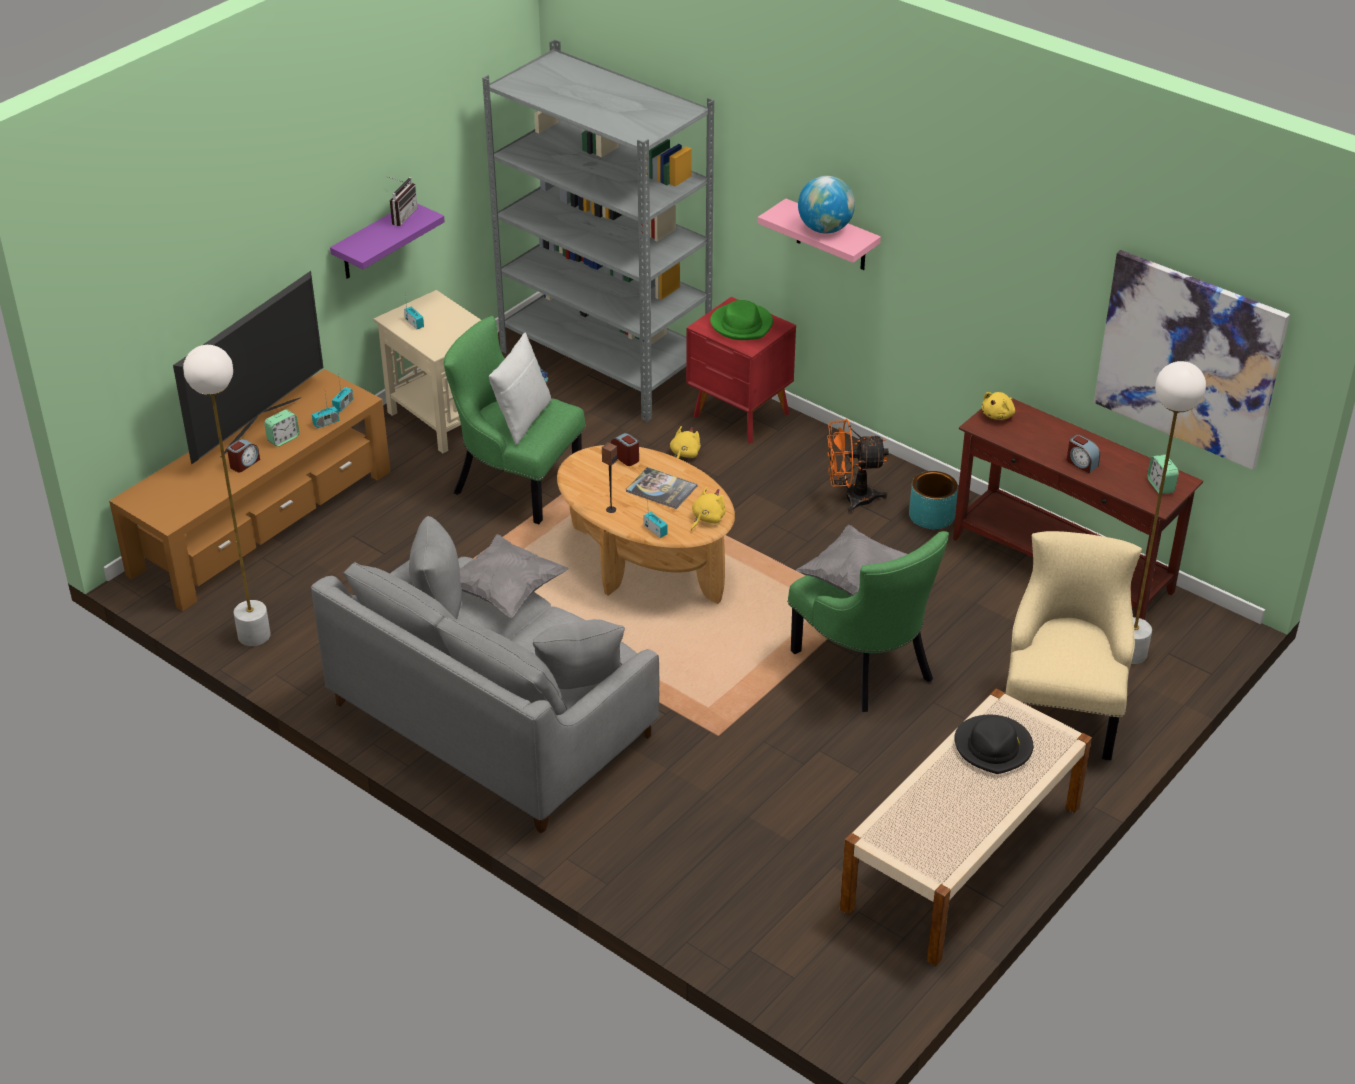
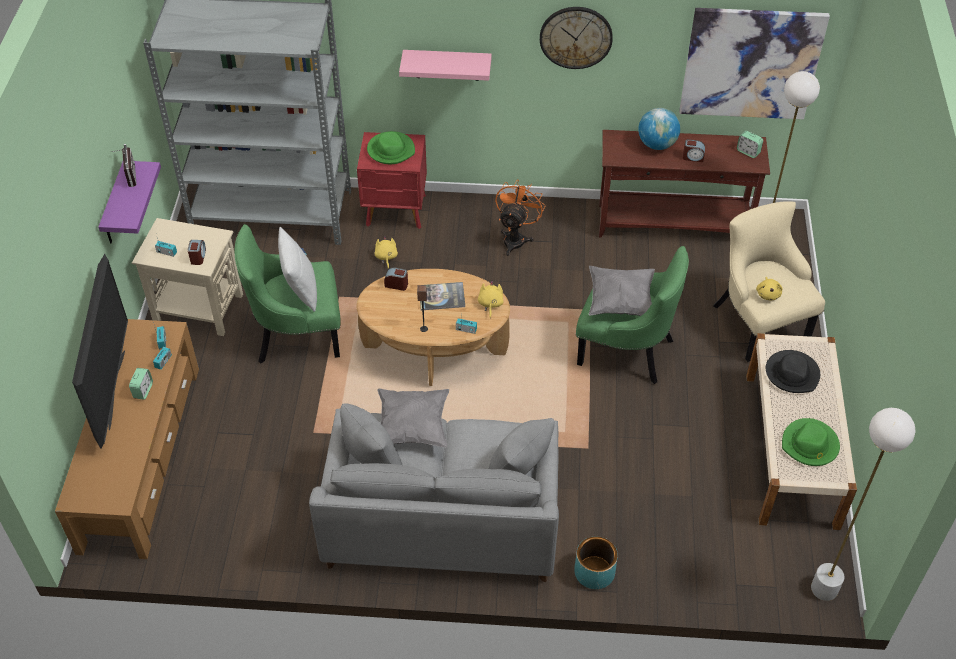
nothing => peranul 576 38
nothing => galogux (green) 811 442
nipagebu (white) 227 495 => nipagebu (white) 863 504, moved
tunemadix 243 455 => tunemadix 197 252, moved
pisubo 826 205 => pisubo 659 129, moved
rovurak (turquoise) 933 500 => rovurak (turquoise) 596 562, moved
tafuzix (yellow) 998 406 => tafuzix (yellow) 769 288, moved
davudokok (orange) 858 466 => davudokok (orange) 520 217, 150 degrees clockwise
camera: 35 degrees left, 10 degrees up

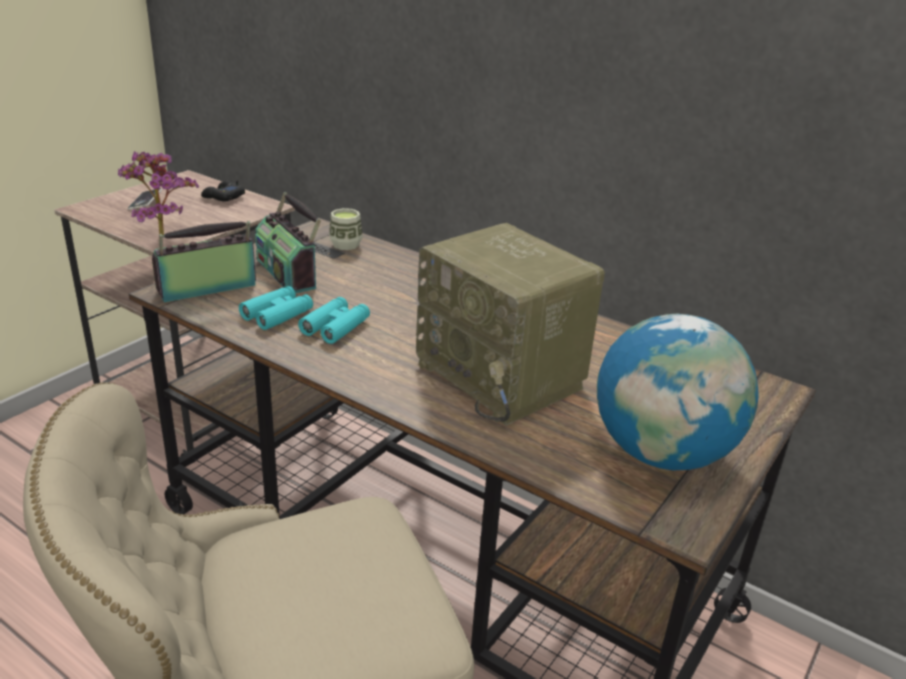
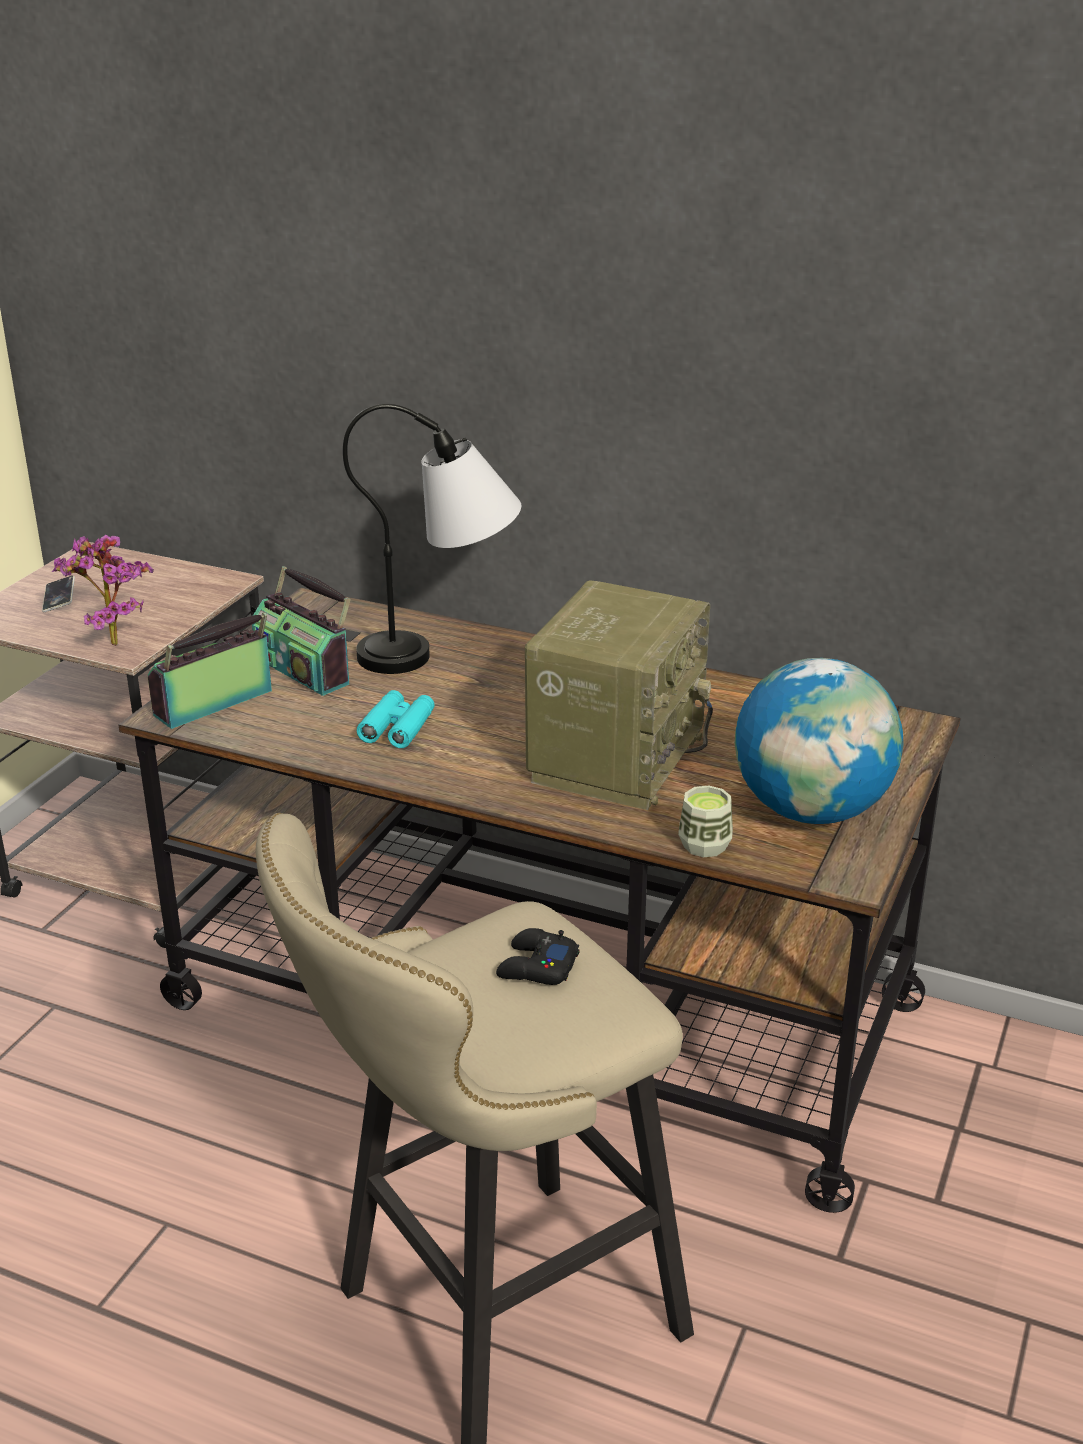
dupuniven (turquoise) 276 308 => nothing
nothing => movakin 432 539
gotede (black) 223 191 => gotede (black) 538 956, moved
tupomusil 346 229 => tupomusil 705 821, moved
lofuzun 510 324 => lofuzun 619 695, 105 degrees counterclockwise
camera: 10 degrees left, 0 degrees up

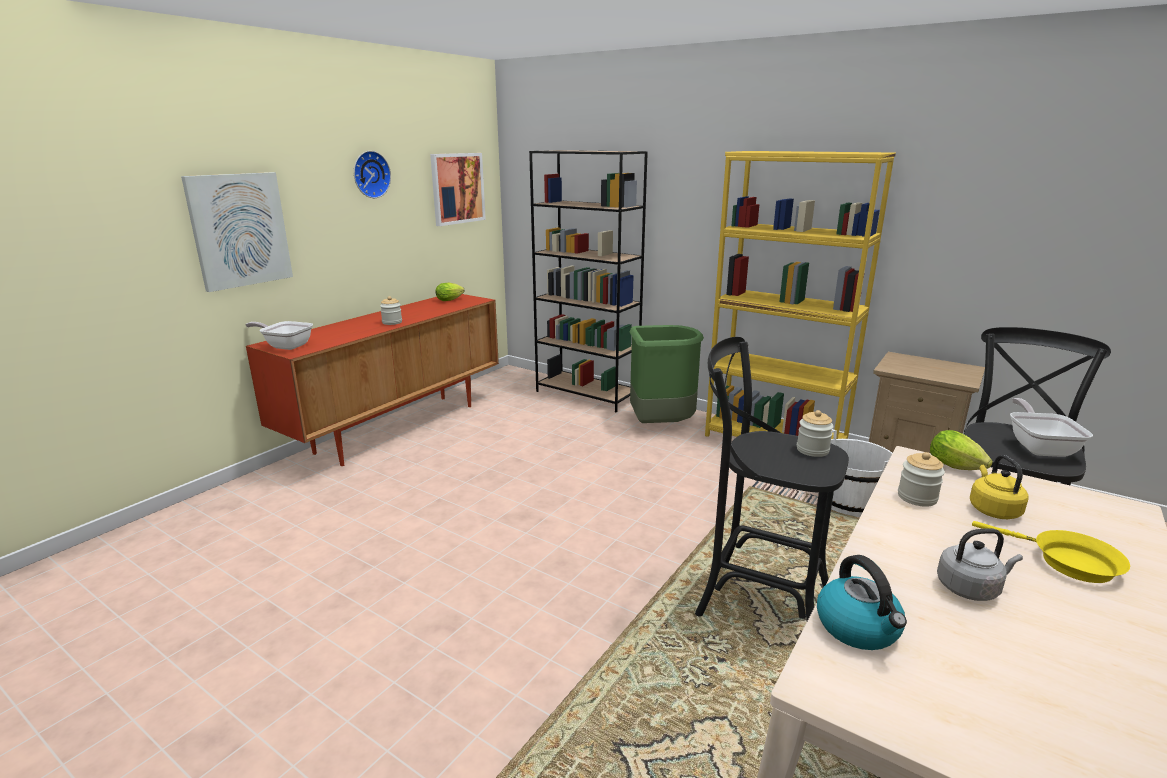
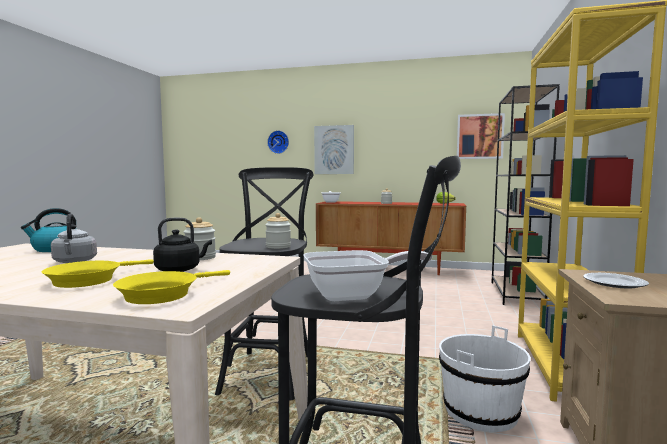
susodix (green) 667 374 => nothing
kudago 961 450 => nothing
nothing => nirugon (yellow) 171 287
nothing => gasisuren 616 280
peranul 372 174 => peranul 278 142, moved
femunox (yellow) 999 487 => femunox (black) 182 245
camera: 70 degrees right, 15 degrees down

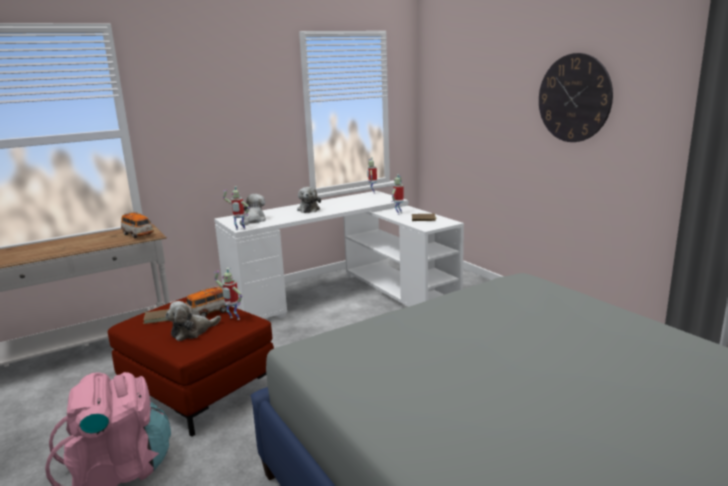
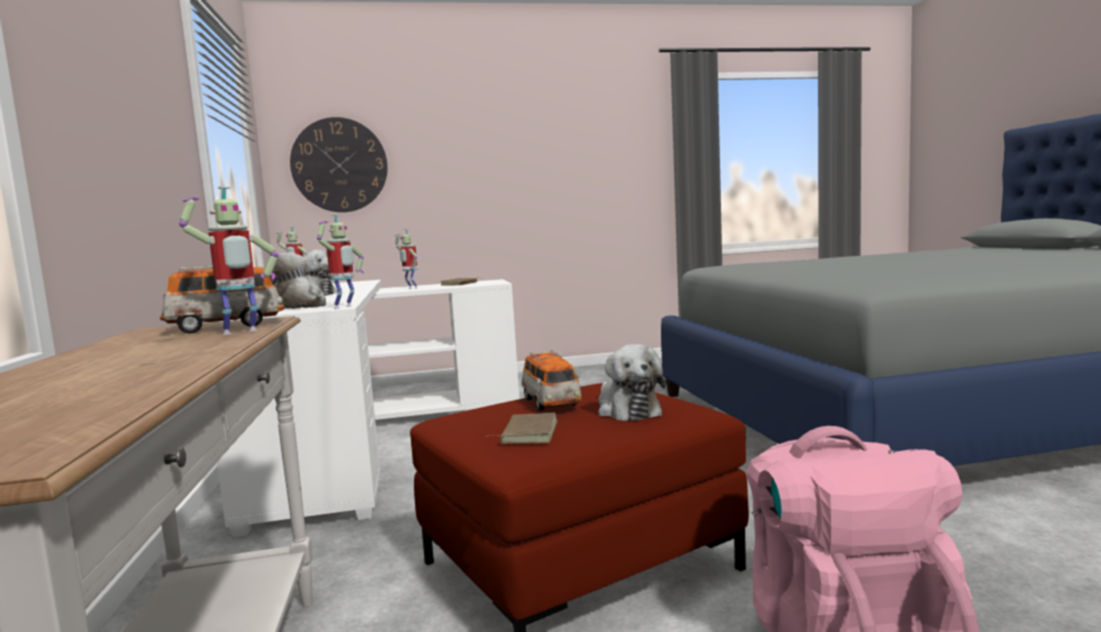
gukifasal 228 294 => gukifasal 228 261, moved
peranul 576 97 => peranul 338 164, moved
camera: 70 degrees left, 10 degrees down

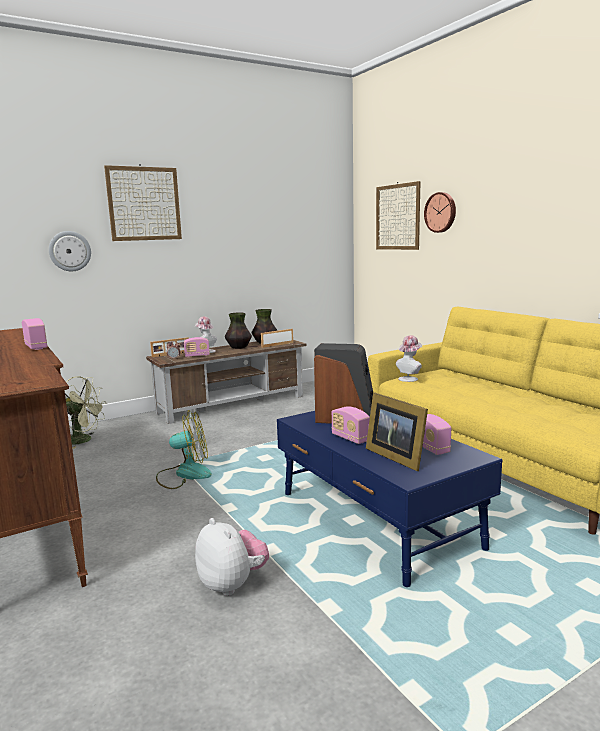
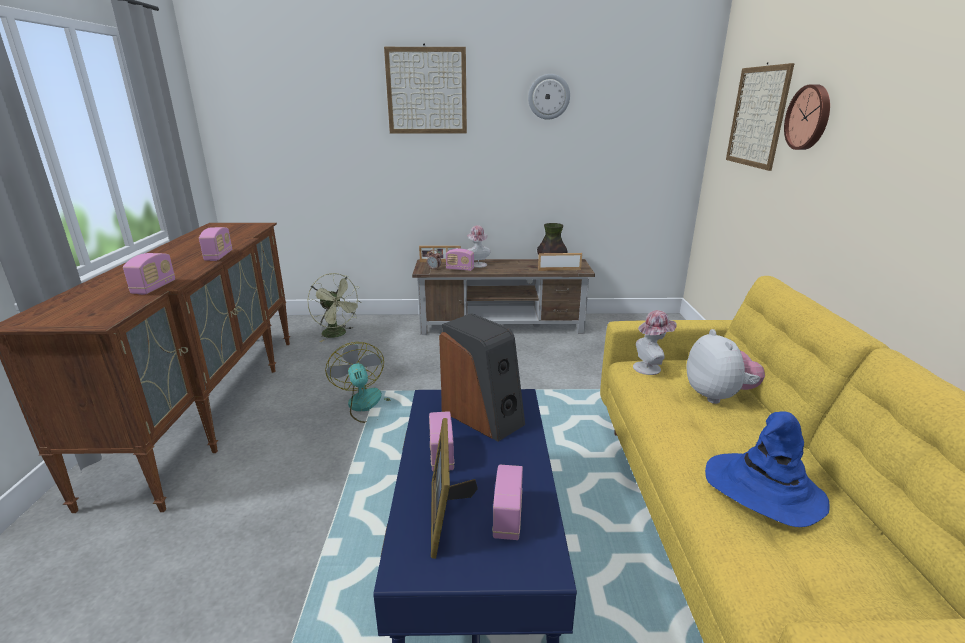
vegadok 238 330 => nothing
nothing => lofuzun 149 274
nothing => galogux (blue) 767 469
peranul 70 251 => peranul 549 97, moved
tafuzix 232 557 => tafuzix 725 366, moved
davudokok 184 449 => davudokok 358 382, 135 degrees counterclockwise
camera: 30 degrees right, 10 degrees up

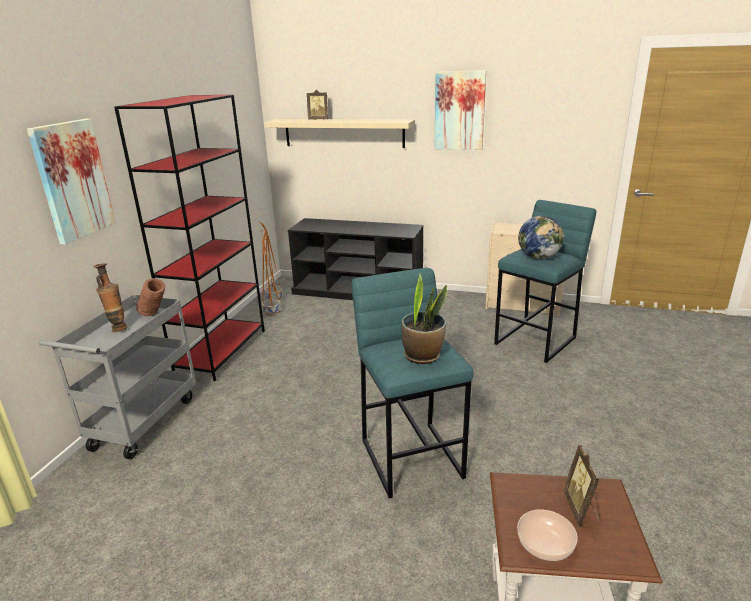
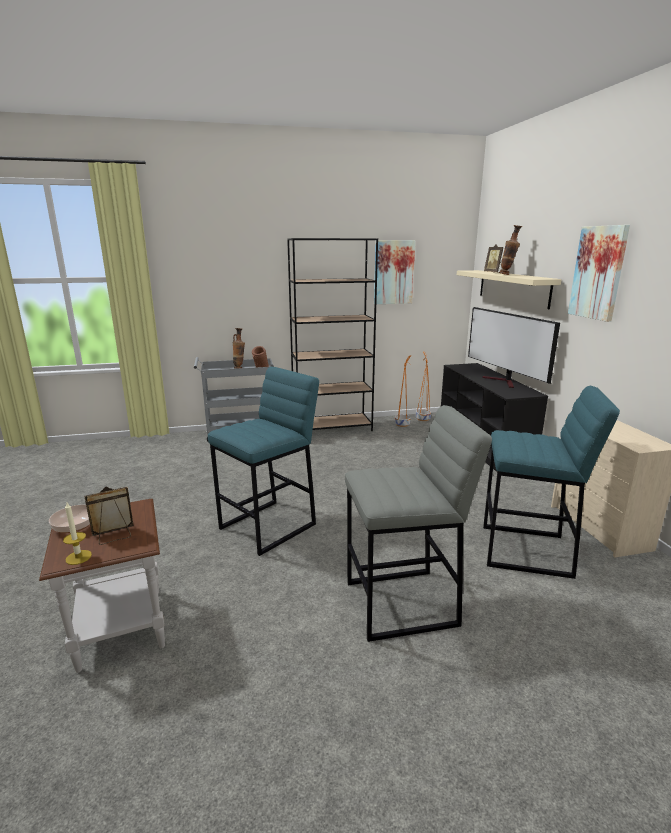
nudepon 424 319 => nothing
pisubo 541 237 => nothing
nothing => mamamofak 77 534
nothing => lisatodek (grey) 418 523
nothing => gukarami 514 347
nothing => vegadok 510 250
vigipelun 71 182 => vigipelun 394 272, moved
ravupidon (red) 189 238 => ravupidon (beige) 332 334
camera: 60 degrees right, 5 degrees down

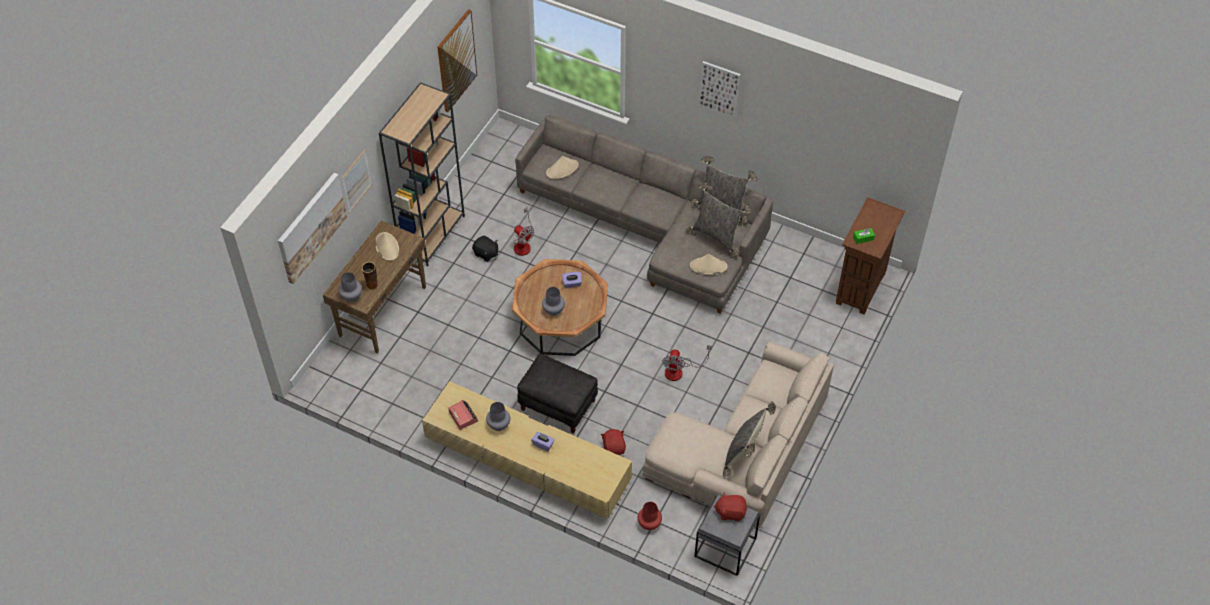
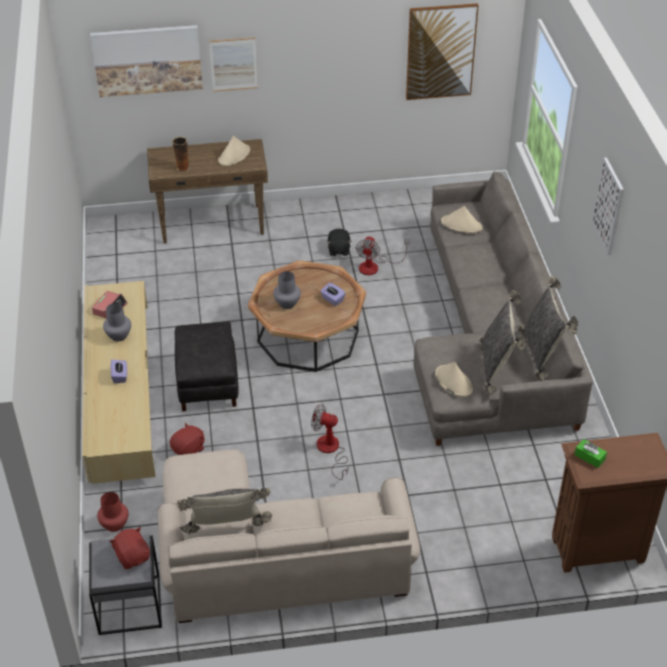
vegadok (grey) 350 287 => nothing
ravupidon 422 174 => nothing
davudokok 687 363 => davudokok 329 442, 45 degrees clockwise
camera: 55 degrees right, 10 degrees down

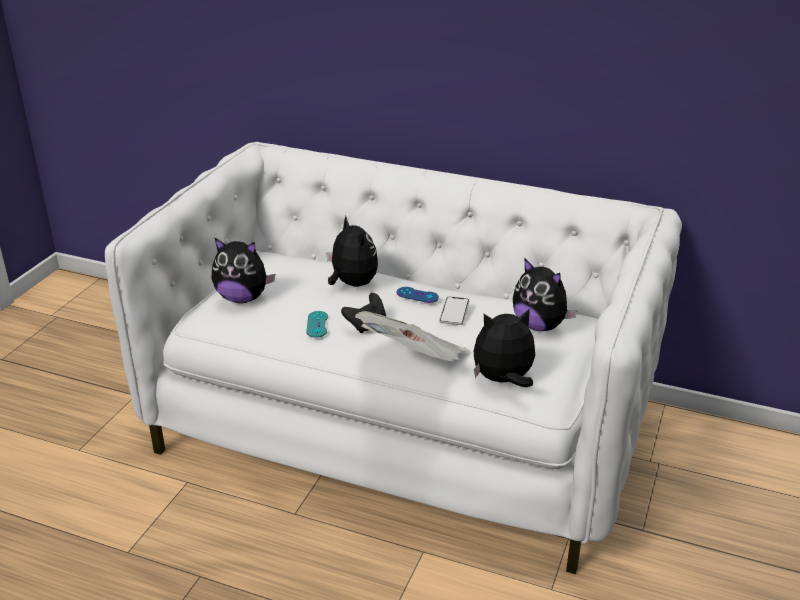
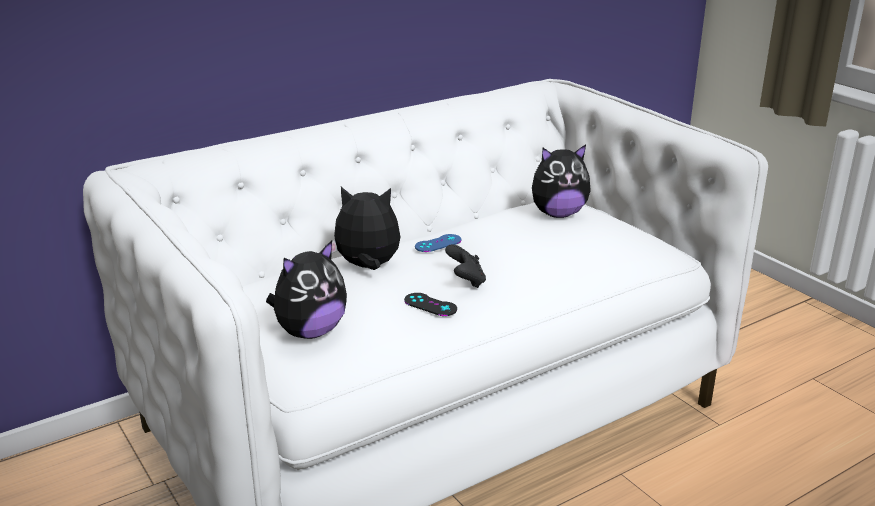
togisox 412 336 => nothing
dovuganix 454 311 => nothing
tafuzix 504 347 => nothing
gotede (turquoise) 317 324 => gotede (black) 430 304
camera: 55 degrees left, 5 degrees down

